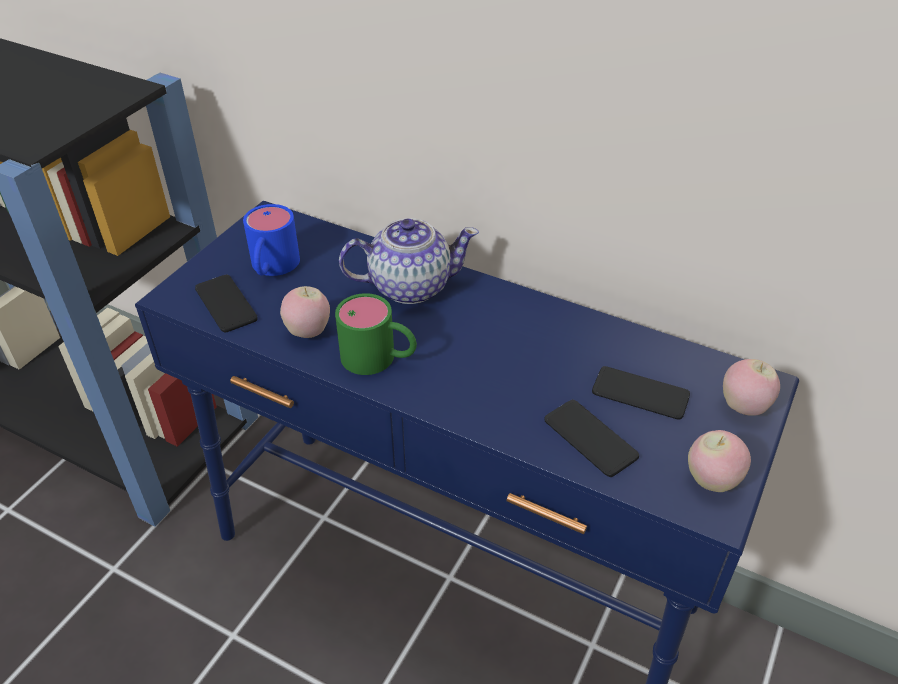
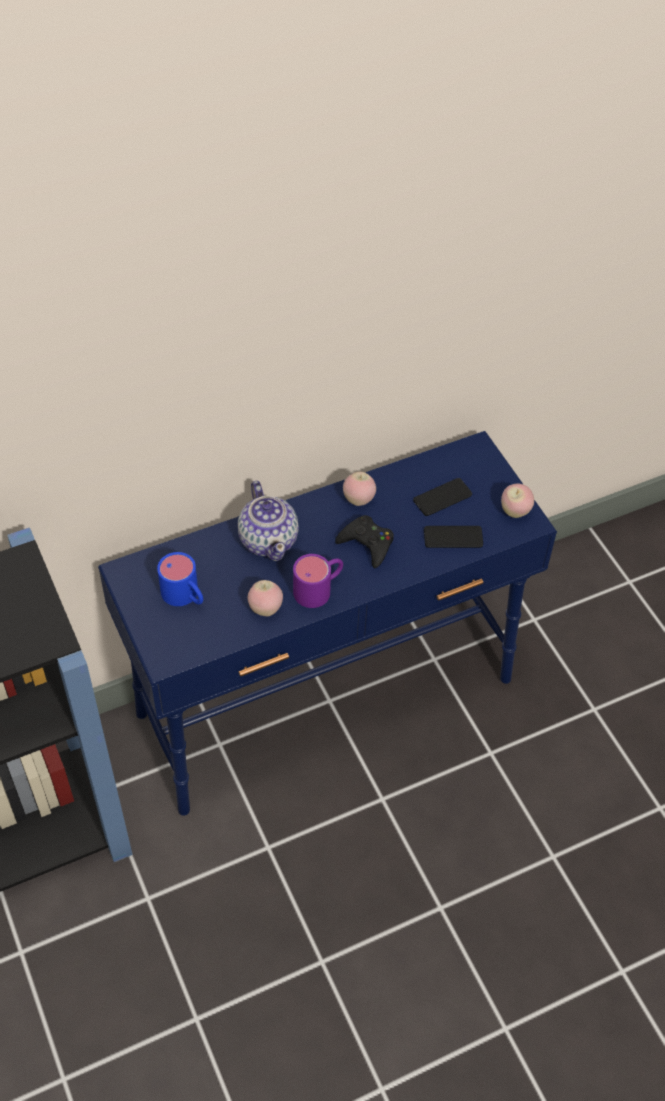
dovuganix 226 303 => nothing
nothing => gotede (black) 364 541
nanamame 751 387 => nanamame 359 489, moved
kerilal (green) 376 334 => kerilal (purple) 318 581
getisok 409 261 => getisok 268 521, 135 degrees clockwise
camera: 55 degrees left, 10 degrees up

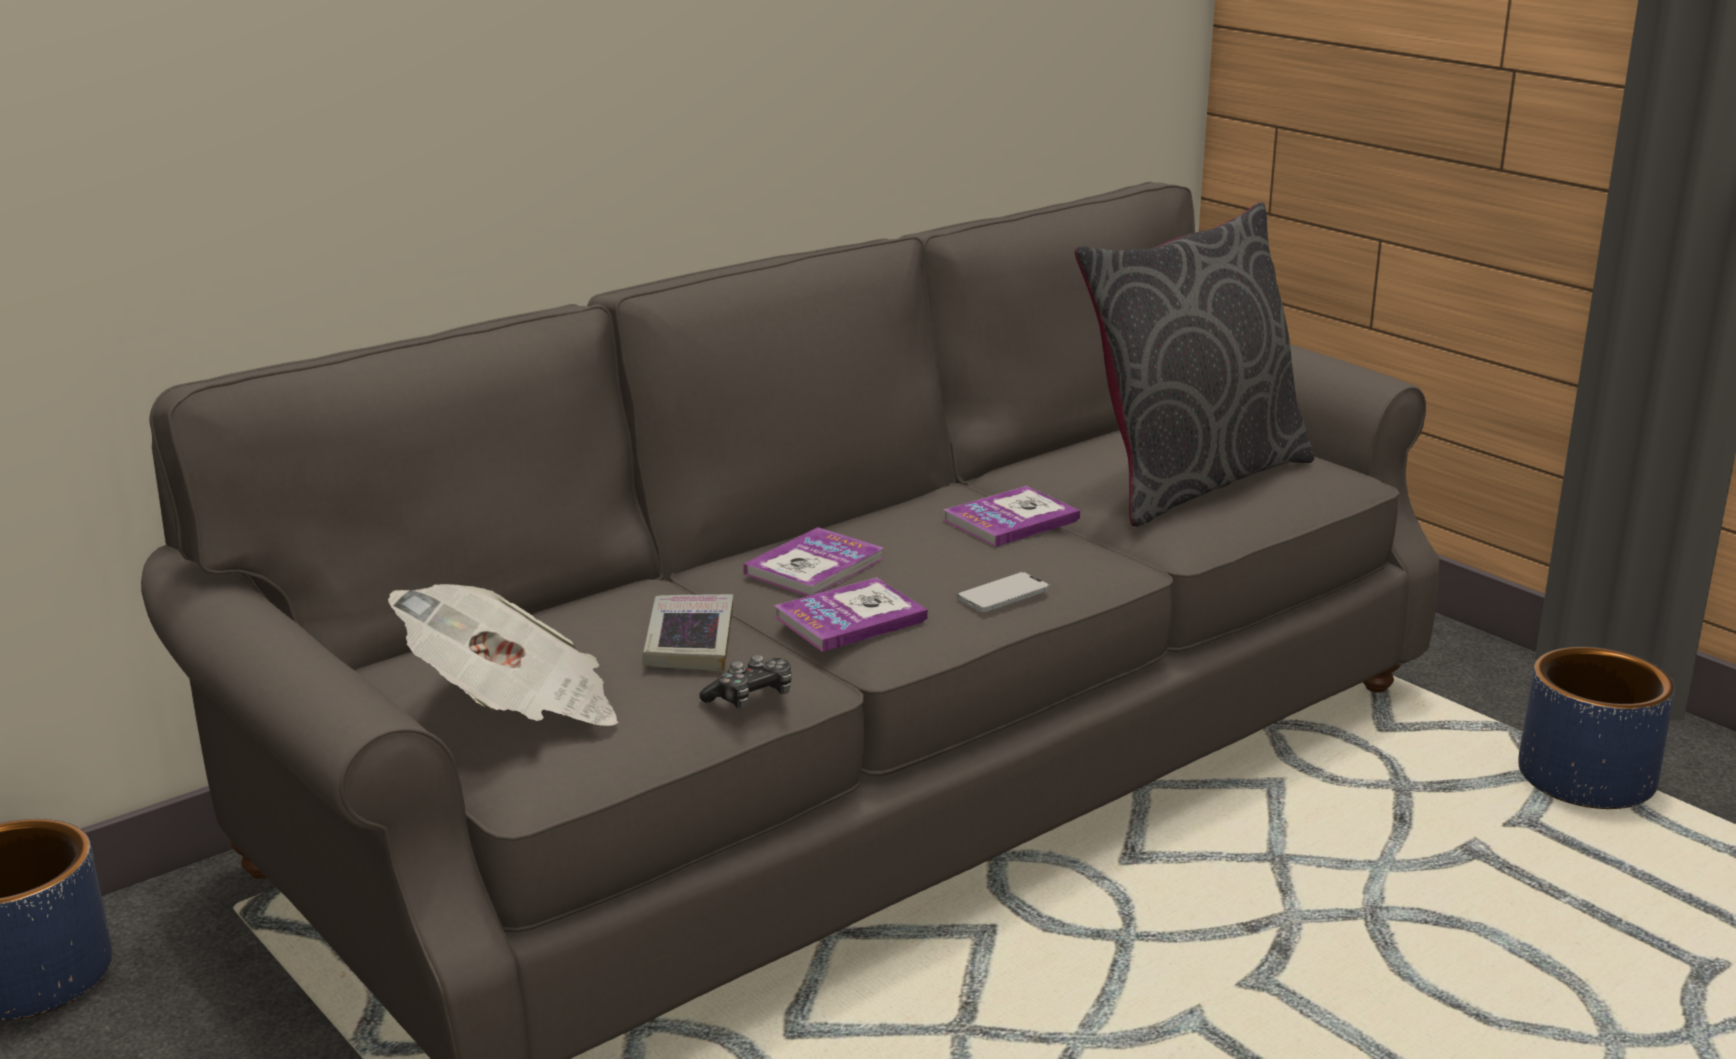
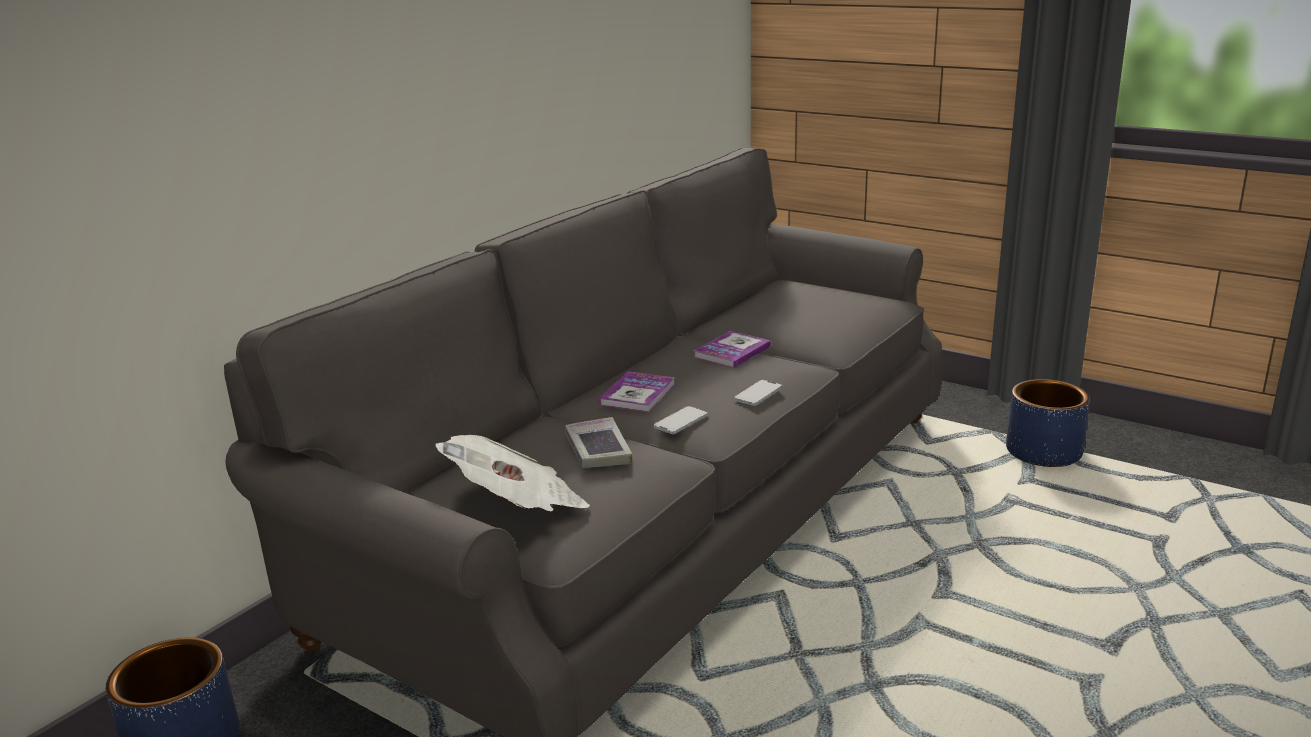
gotede 745 682 => nothing
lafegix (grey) 1194 364 => nothing
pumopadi 851 614 => dovuganix 680 420
camera: 15 degrees left, 0 degrees up

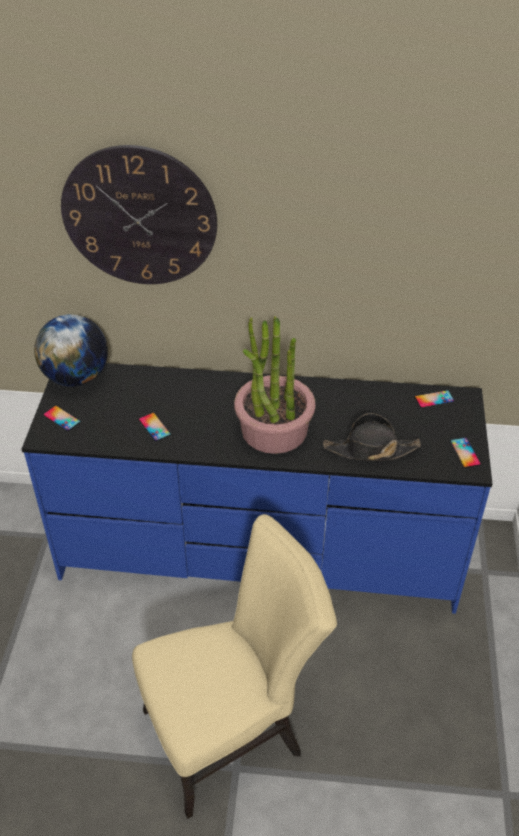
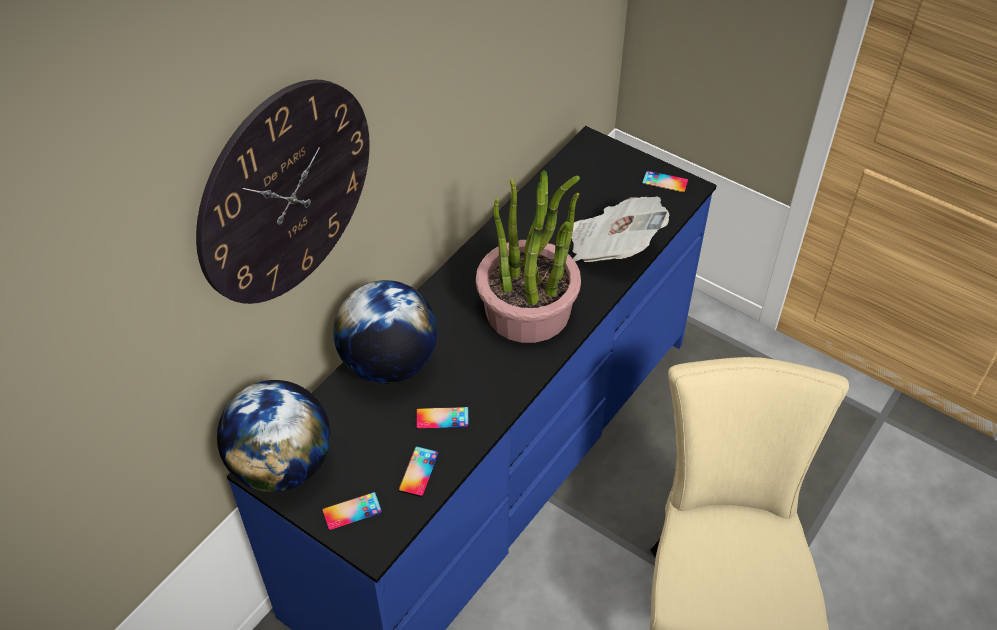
nothing => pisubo 385 332
dovuganix 434 399 => dovuganix 418 471, moved
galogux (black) 372 437 => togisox 620 229
camera: 60 degrees left, 5 degrees up

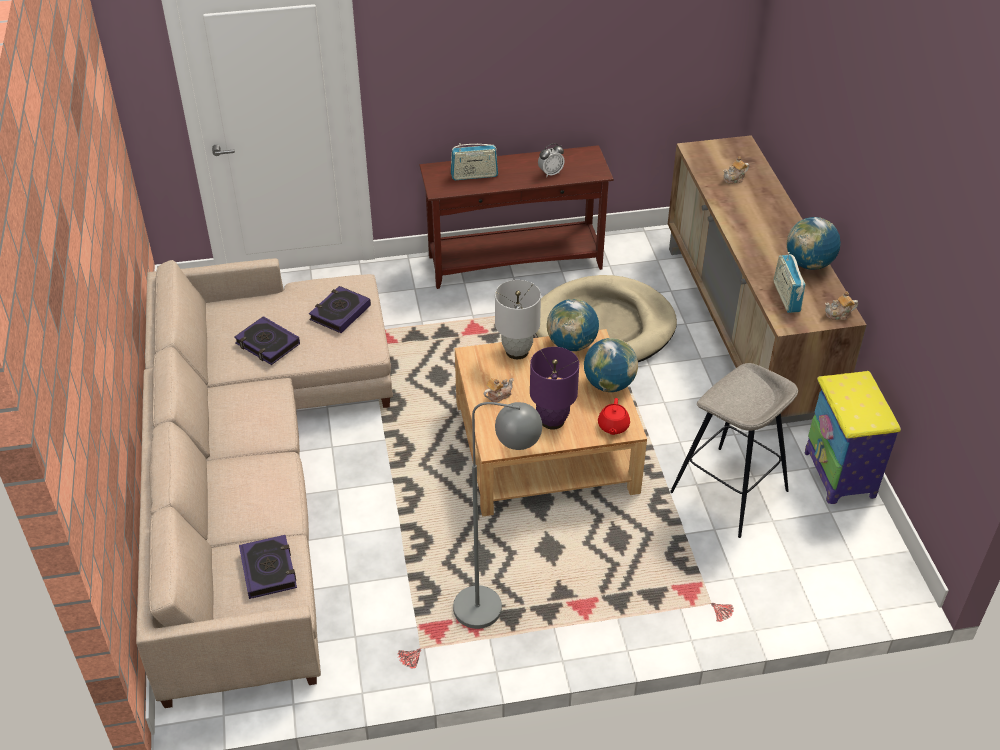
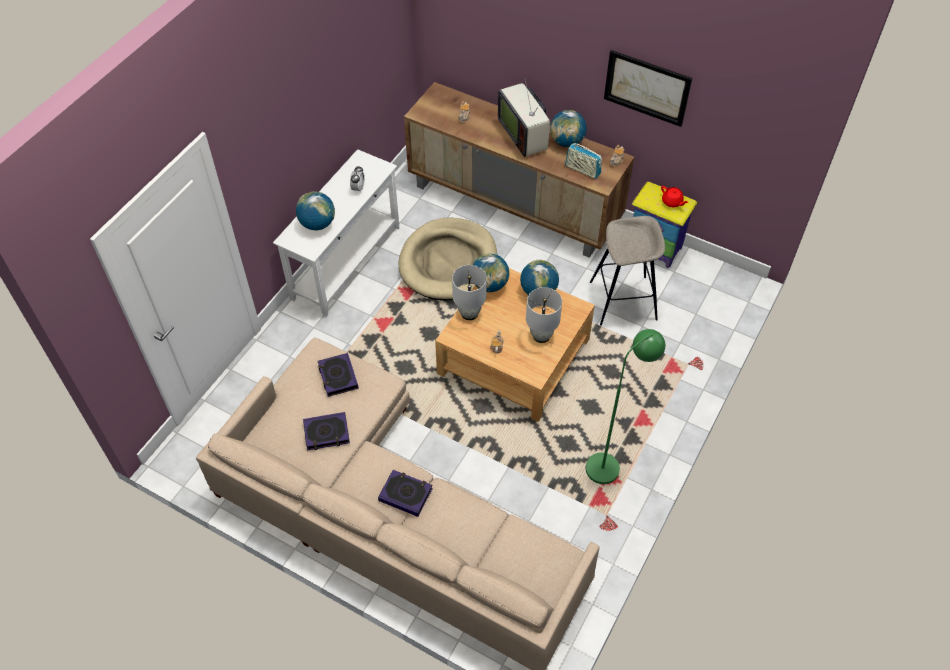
nothing => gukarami 524 117
nothing => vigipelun 648 88
pumopadi 268 567 => pumopadi 405 493, moved
getisok (red) 614 416 => getisok (red) 674 196, moved
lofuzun 474 161 => pisubo 315 211
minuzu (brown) 516 217 => minuzu (white) 336 233
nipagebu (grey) 497 515 => nipagebu (green) 625 406
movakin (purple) 554 388 => movakin (white) 544 315
camera: 50 degrees left, 10 degrees up

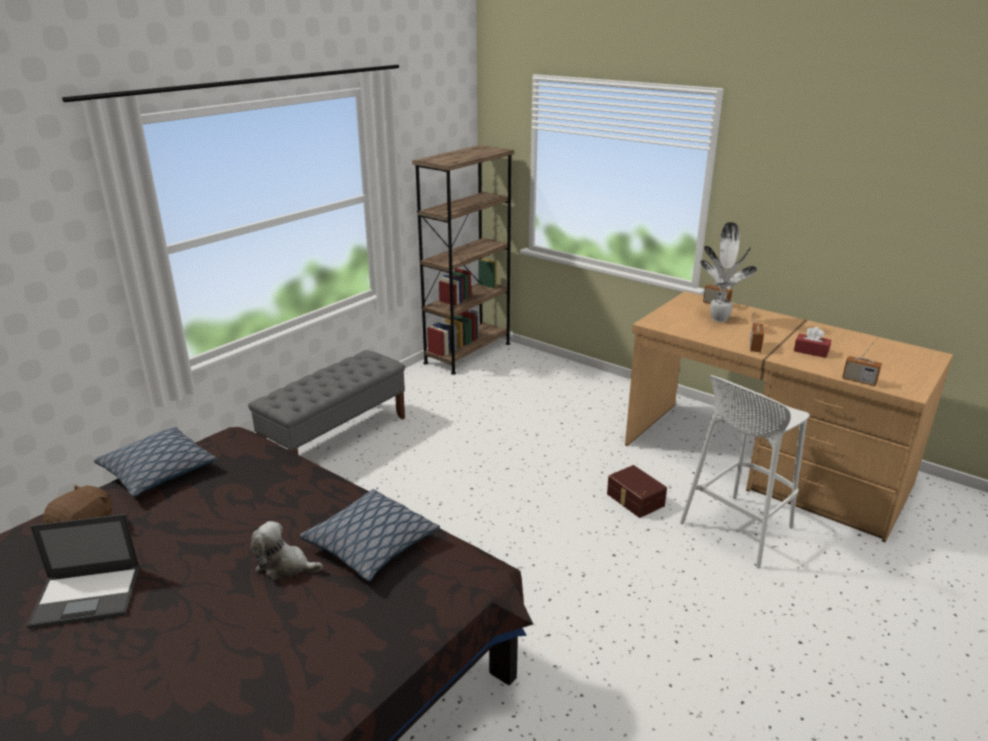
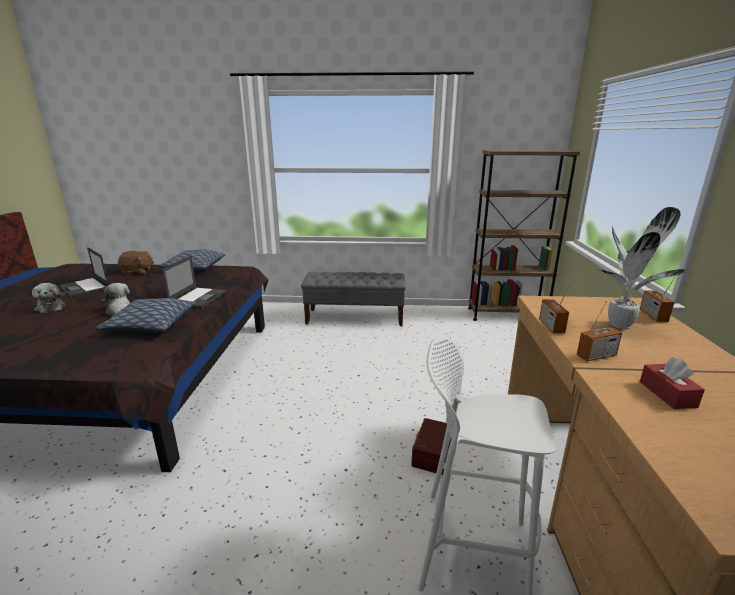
nothing => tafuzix 49 298
nothing => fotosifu 194 282
lofuzun 862 362 => lofuzun 555 308, moved
camera: 55 degrees right, 5 degrees down

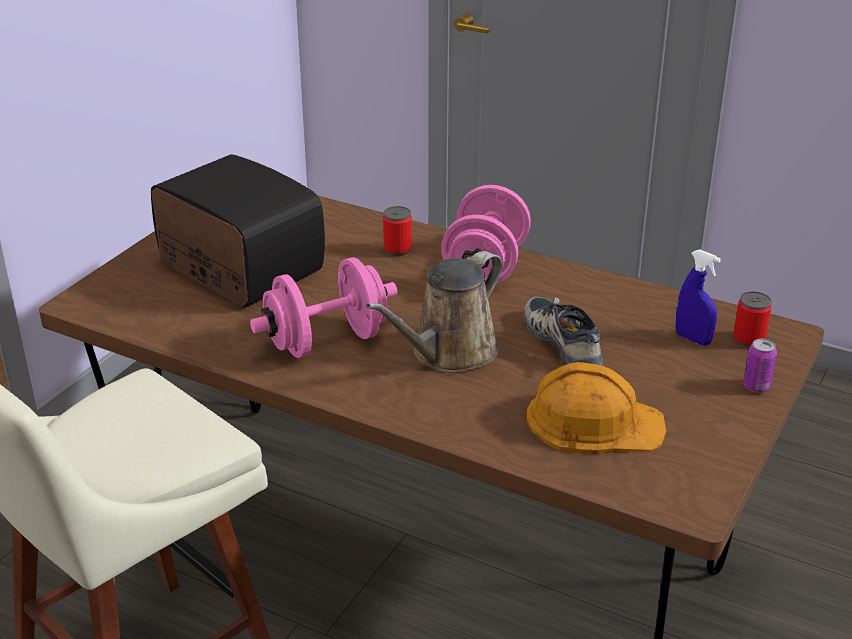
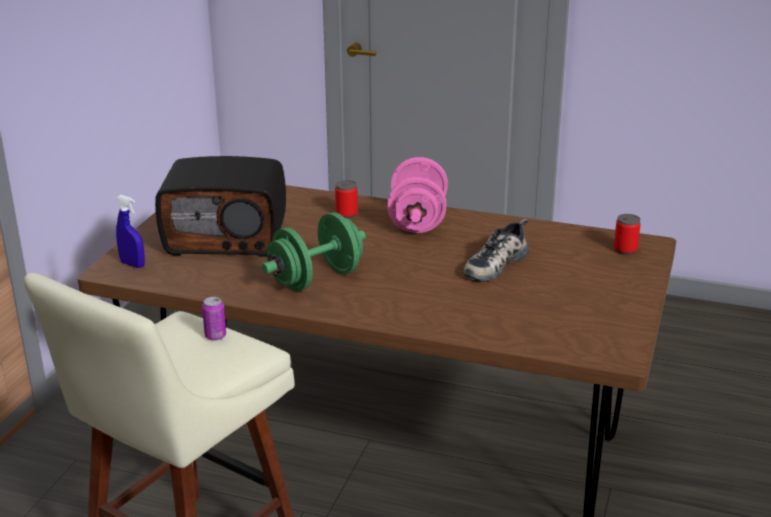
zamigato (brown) 434 312 => nothing
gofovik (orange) 596 408 => nothing
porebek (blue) 698 297 => porebek (blue) 130 231, moved
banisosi 760 366 => banisosi 214 319, moved
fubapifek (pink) 323 307 => fubapifek (green) 314 251
lofuzun 238 231 => lofuzun 220 206, 150 degrees clockwise
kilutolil 563 331 => kilutolil 496 250, 105 degrees counterclockwise
camera: 10 degrees left, 5 degrees down

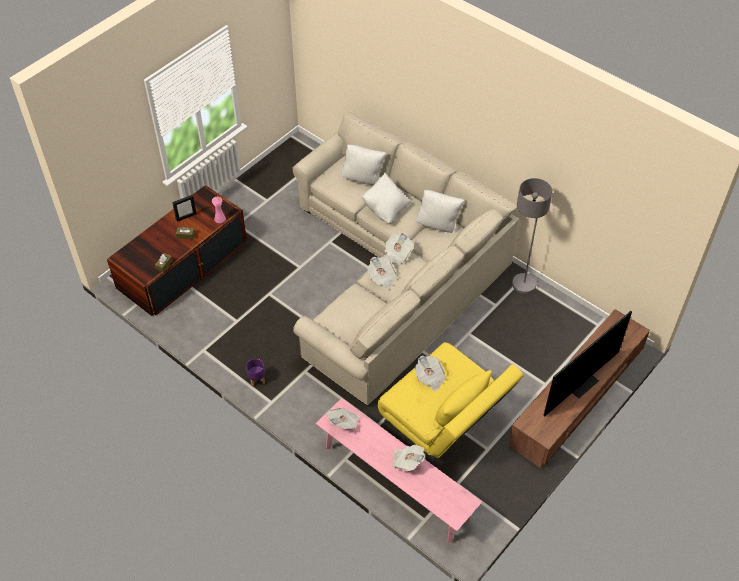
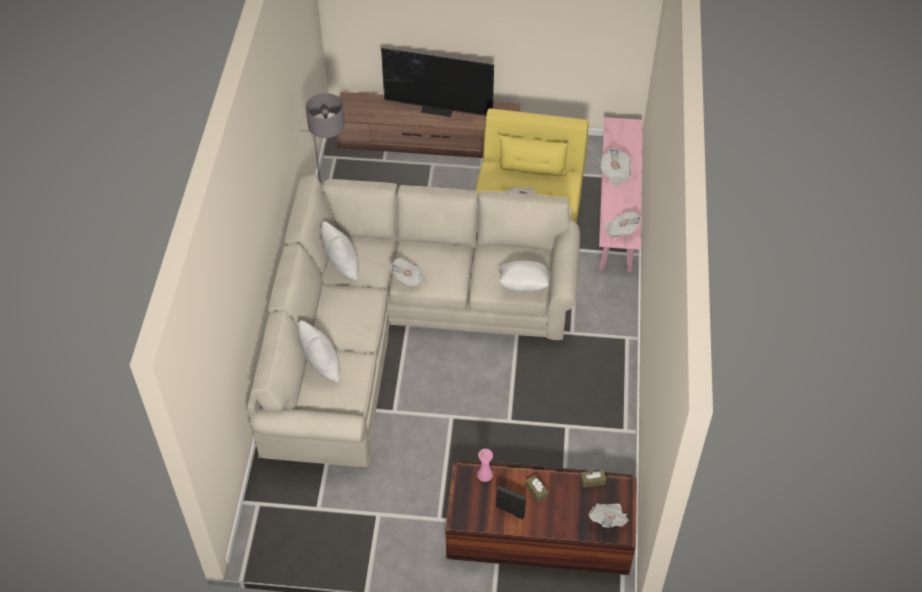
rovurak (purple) 255 372 => nothing
lafegix (white) 386 198 => lafegix (white) 524 276, moved
togisox 382 273 => togisox 609 516, moved
camera: 125 degrees left, 0 degrees up

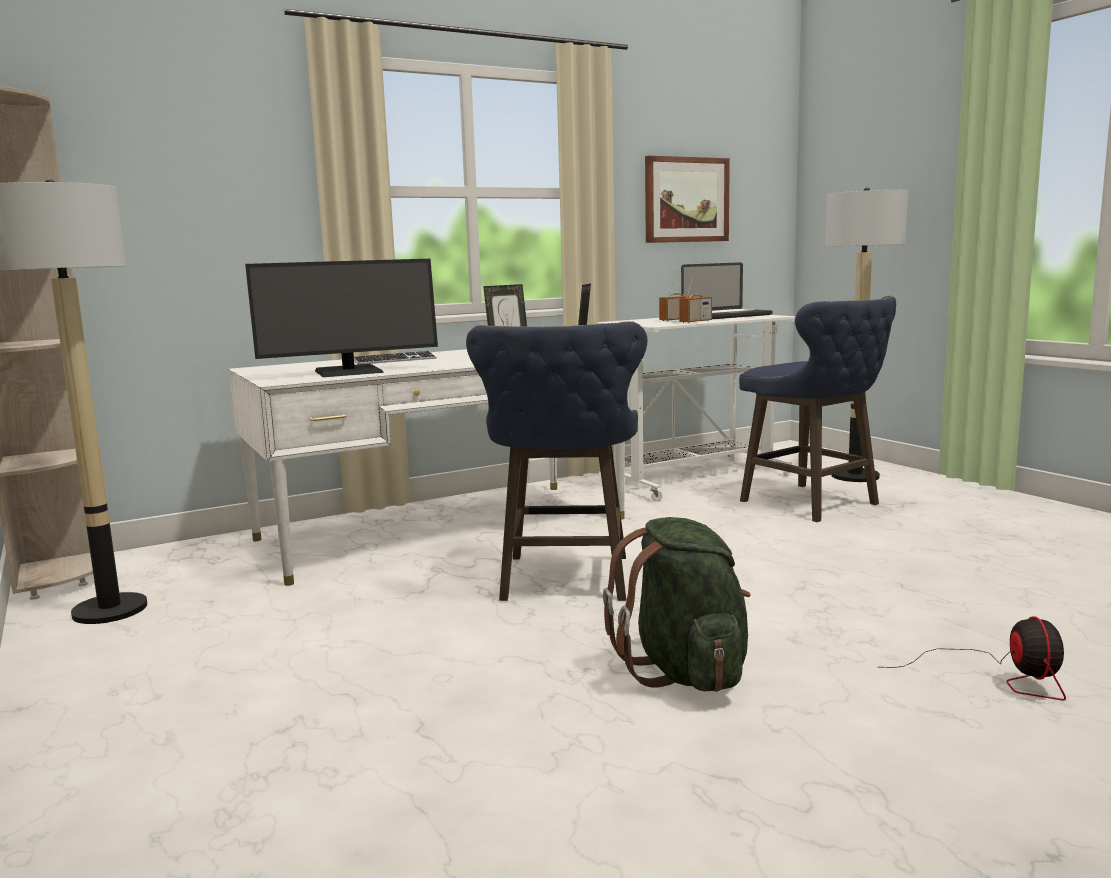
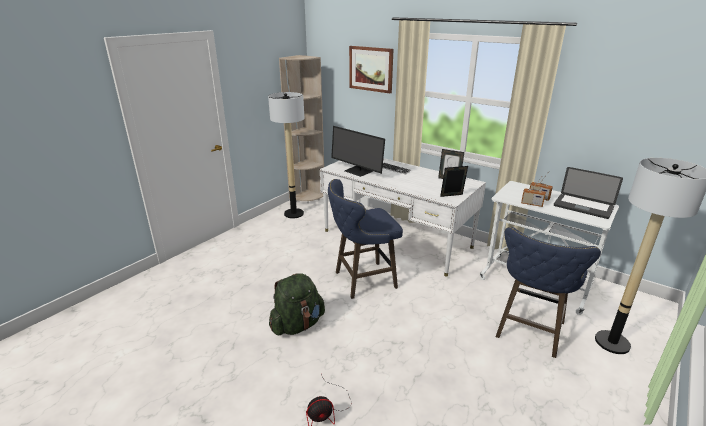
vigipelun 687 199 => vigipelun 371 69, moved
camera: 65 degrees right, 15 degrees up

